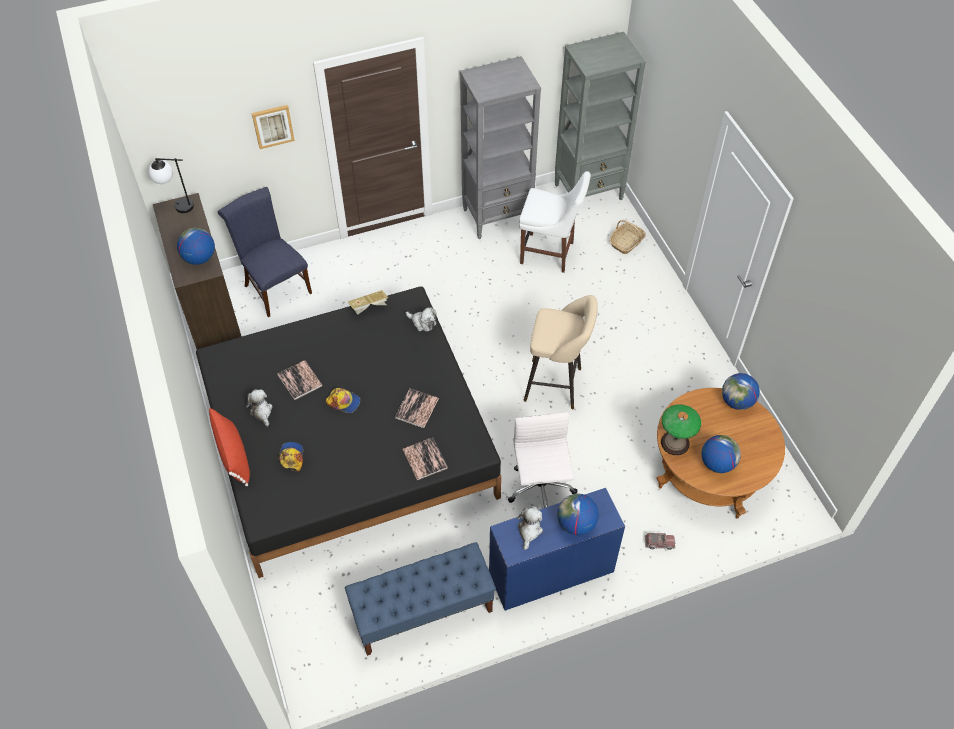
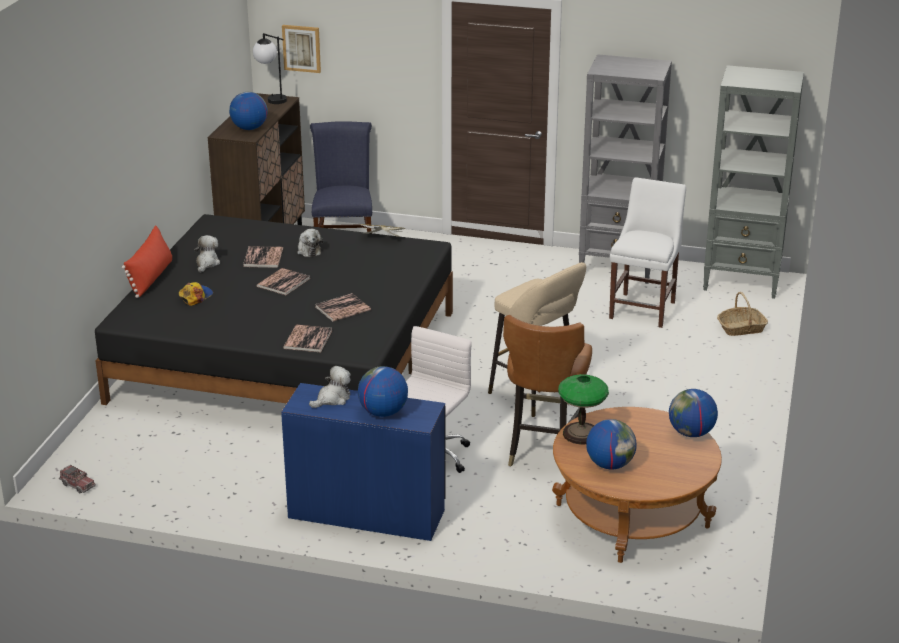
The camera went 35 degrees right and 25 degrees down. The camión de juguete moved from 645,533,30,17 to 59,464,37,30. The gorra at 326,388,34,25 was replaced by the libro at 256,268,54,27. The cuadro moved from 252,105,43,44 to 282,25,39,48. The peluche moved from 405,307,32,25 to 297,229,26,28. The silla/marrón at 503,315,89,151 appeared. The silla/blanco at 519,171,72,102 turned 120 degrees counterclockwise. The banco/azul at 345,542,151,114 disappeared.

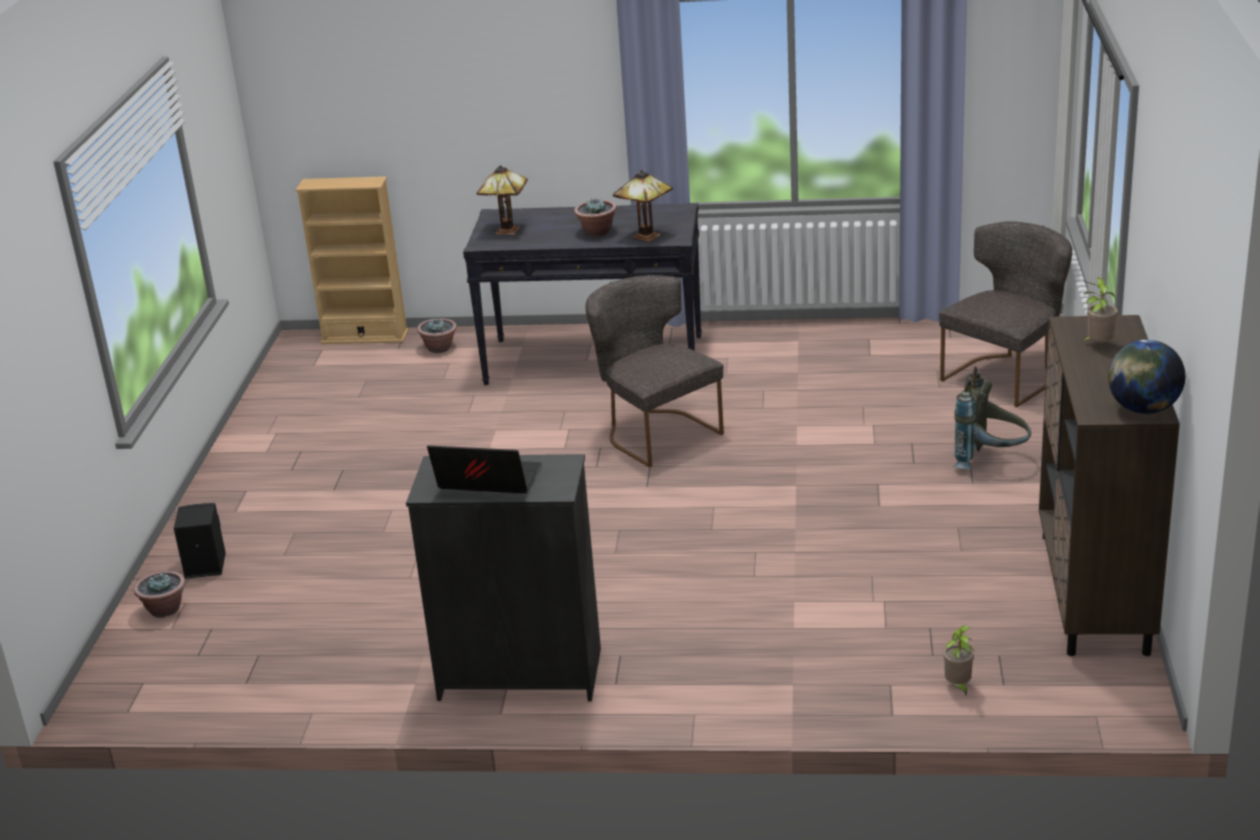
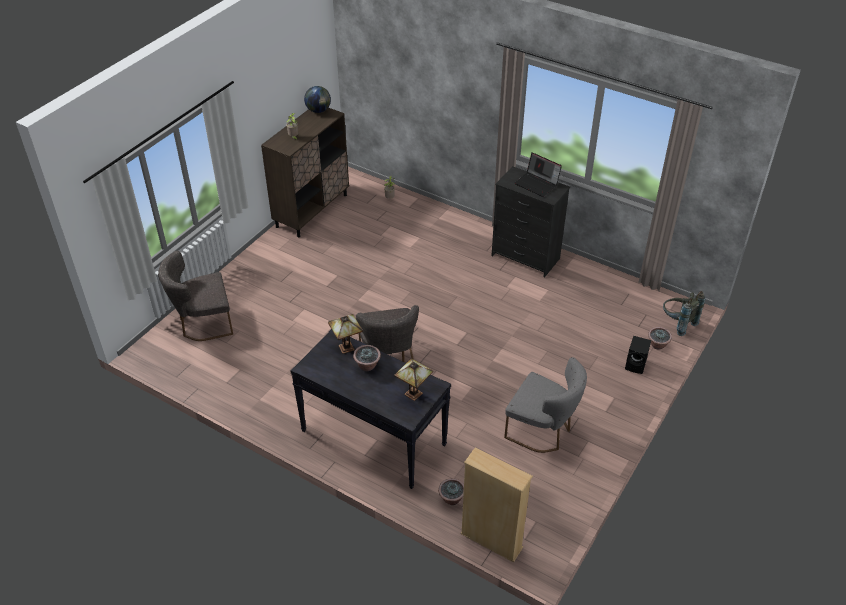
The camera went 155 degrees left and 15 degrees up. The silla/gris at 504,357,83,96 appeared. The mochila/gris moved from 954,366,77,103 to 663,291,42,45.

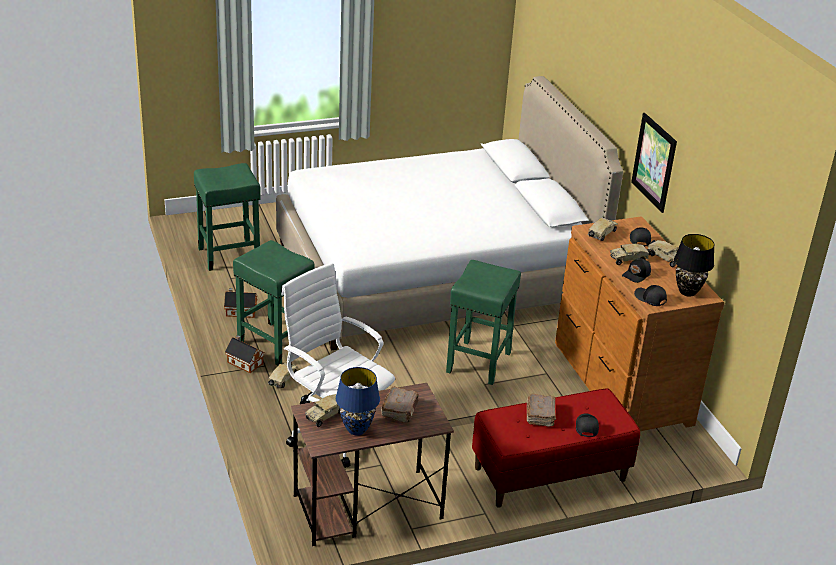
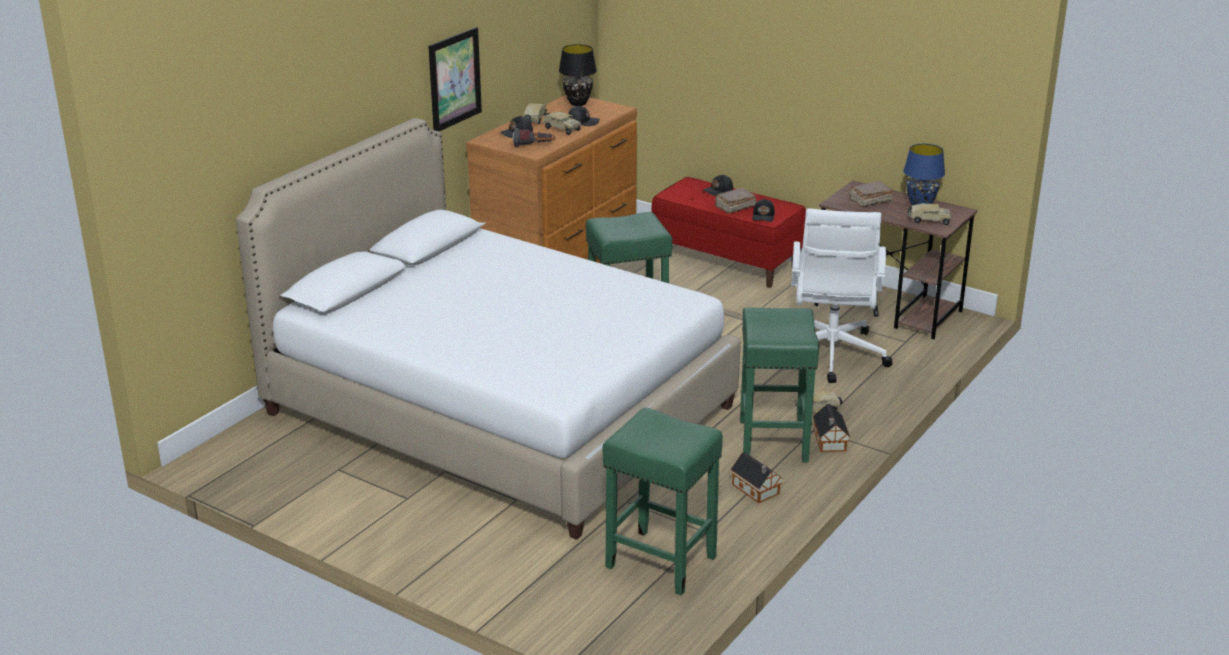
The camera went 125 degrees left and 5 degrees down. The camión de juguete at 588,218,30,23 was replaced by the linterna at 512,128,43,19. The gorra/negro moved from 634,285,33,21 to 753,199,22,23.

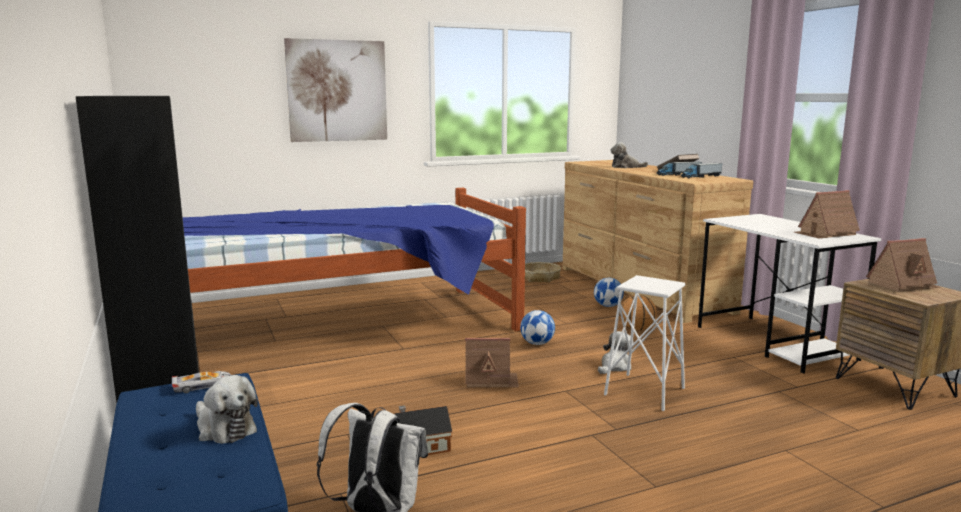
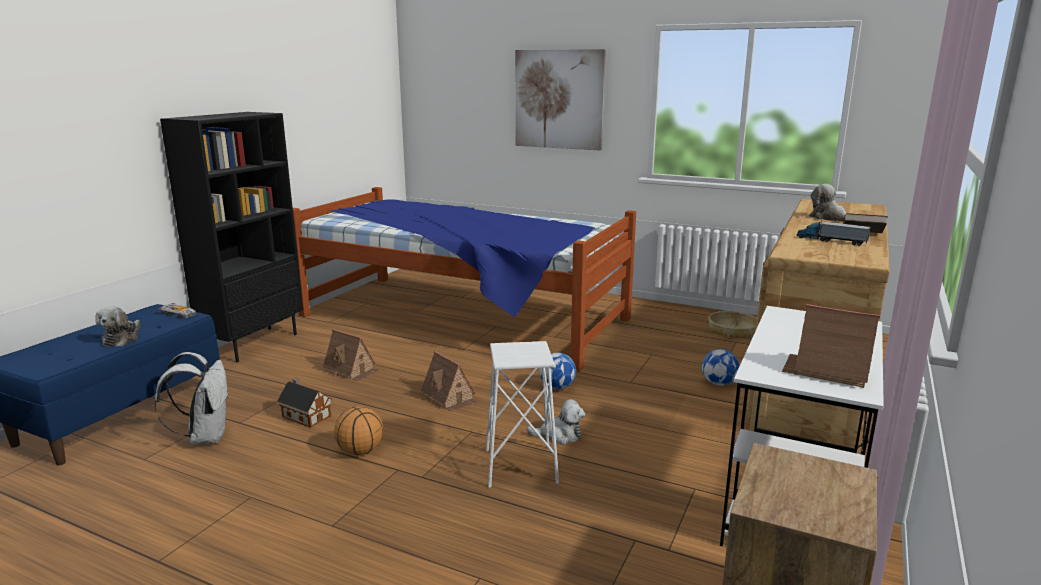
The camera went 50 degrees right and 5 degrees up. The casita moved from 866,238,74,54 to 323,329,56,52. The balón de baloncesto moved from 620,295,37,35 to 334,406,49,49. The camión de juguete at 681,163,42,15 disappeared.

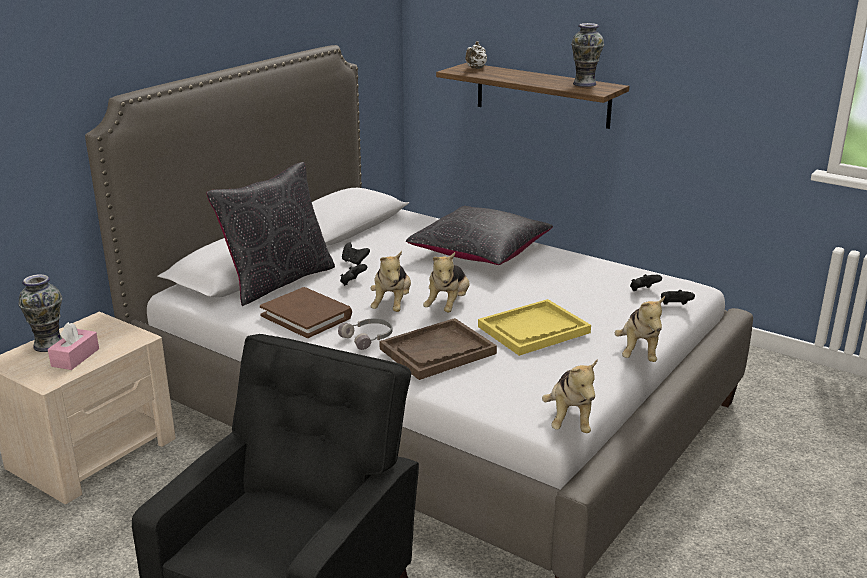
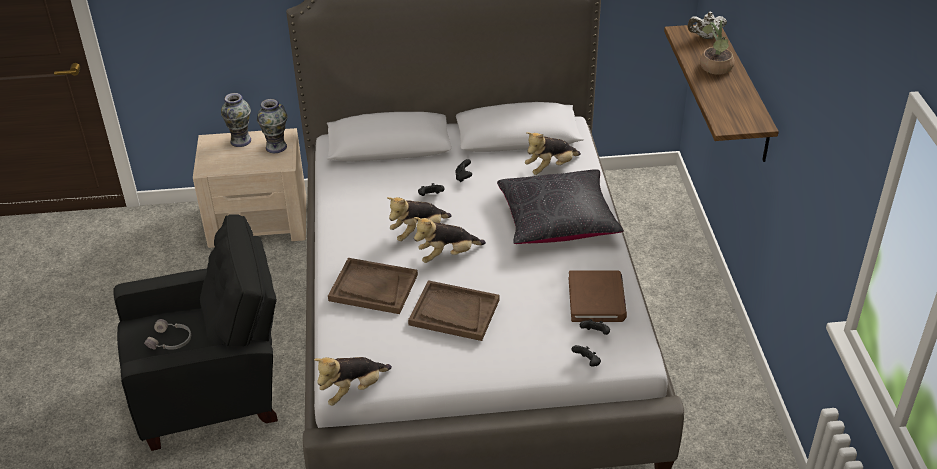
The camera went 50 degrees right and 15 degrees up. The auriculares/gris moved from 338,319,55,31 to 144,319,47,31. The florero moved from 571,23,33,64 to 257,99,31,54. The bandeja/amarillo at 478,299,113,57 became the bandeja/marrón at 408,280,91,61. The peluche moved from 615,296,50,66 to 525,132,56,43. The libro/marrón moved from 260,287,92,51 to 569,271,58,51. The planta en maceta at 700,20,34,55 appeared. The caja de pañuelos/rosa at 48,322,51,48 disappeared. The cojín/negro at 206,162,129,144 disappeared.

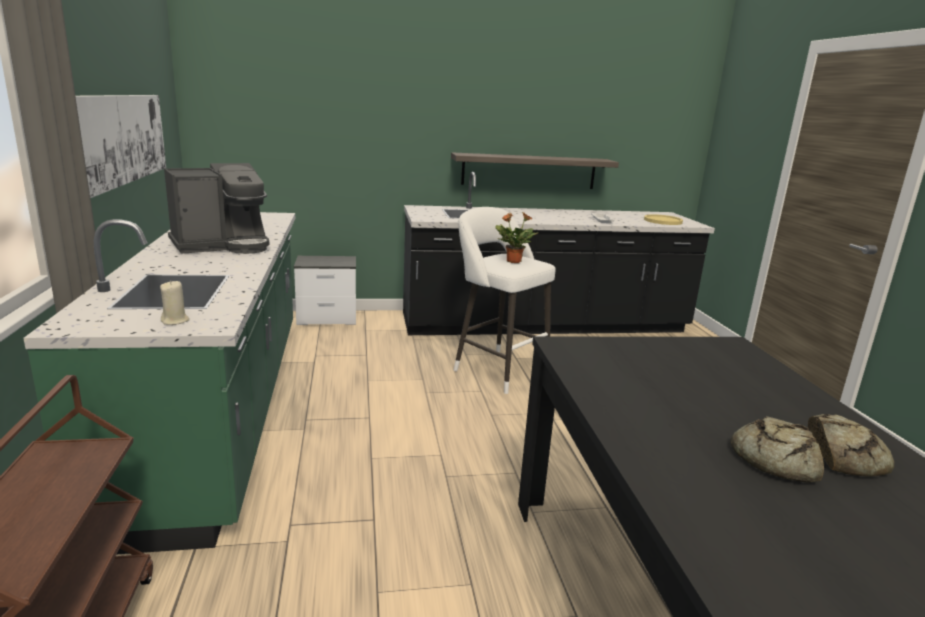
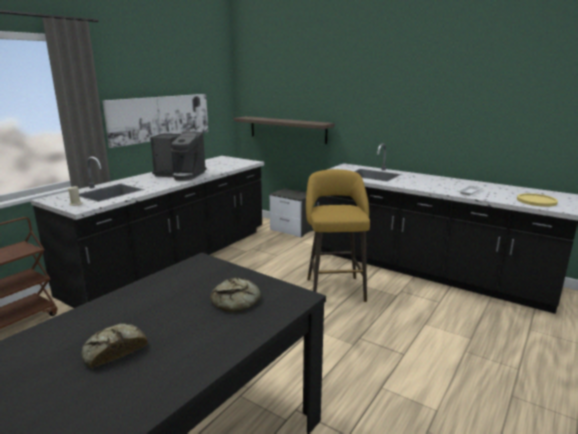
The camera went 45 degrees right and 0 degrees up. The mueble bajo de cocina/verde at 23,212,272,342 became the mueble bajo de cocina/negro at 31,156,233,152. The pan moved from 808,414,87,63 to 210,278,51,34. The estante moved from 451,152,168,37 to 234,116,101,28. The taburete/blanco at 454,207,102,187 became the taburete/amarillo at 306,169,64,133. The planta en maceta at 495,212,43,51 disappeared.

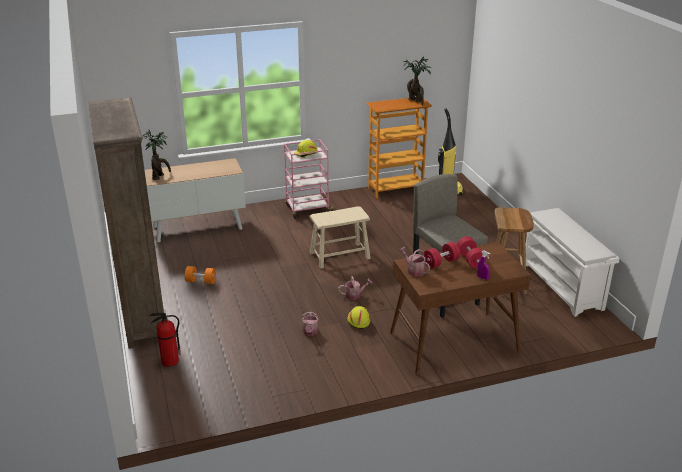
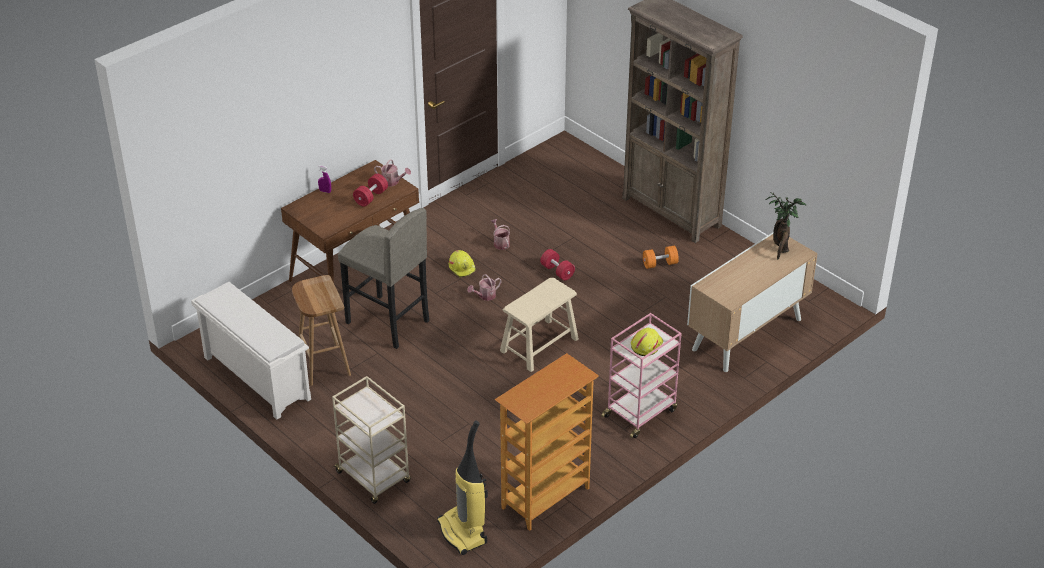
The camera went 155 degrees right and 10 degrees up. The carrito/beis at 332,376,79,128 appeared. The mancuerna/rojo moved from 457,236,30,32 to 540,249,35,31. The extintor at 150,313,31,54 disappeared. The planta en maceta at 403,57,28,48 disappeared.

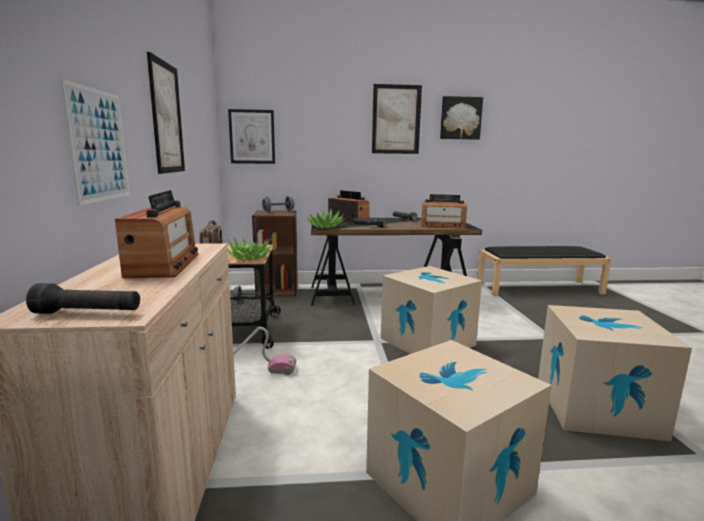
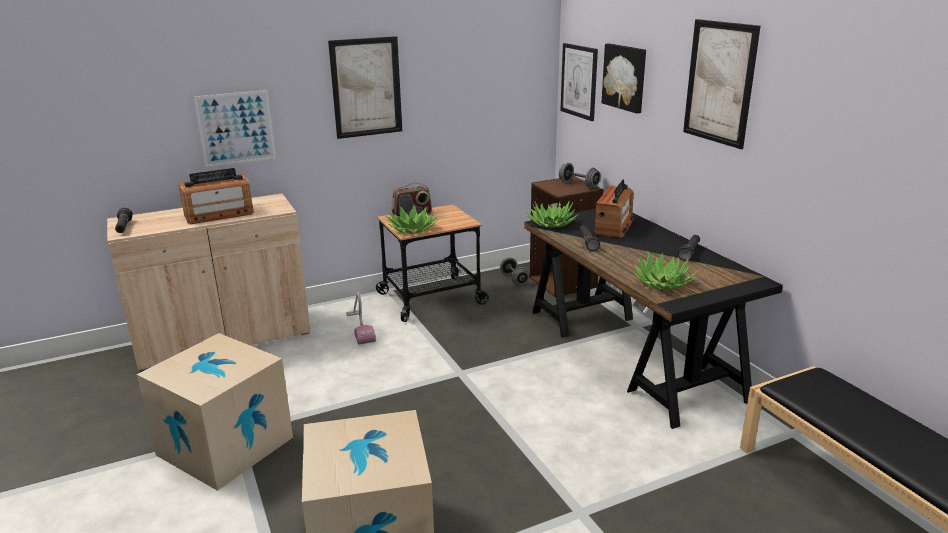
The camera went 70 degrees right and 10 degrees up. The cuadro moved from 440,96,43,44 to 601,43,45,70. The radio at 421,194,46,35 was replaced by the planta en maceta at 631,251,66,39. The caja de cartón at 381,266,101,88 disappeared.

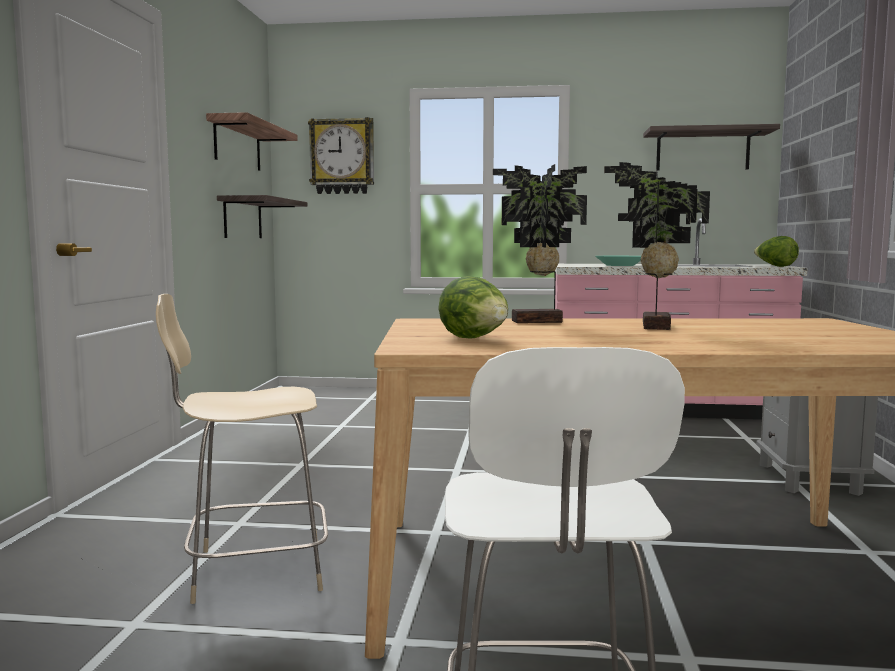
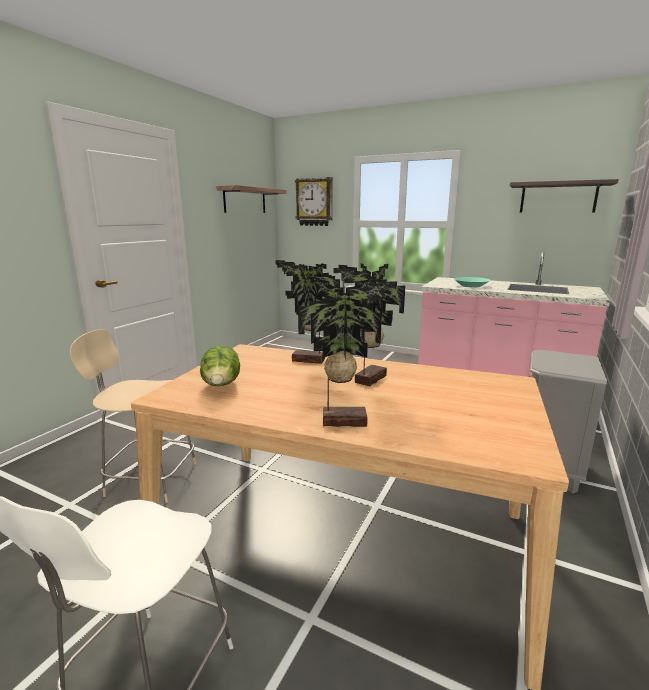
The camera went 20 degrees right and 10 degrees up. The planta en maceta at 298,275,96,152 appeared. The estante at 217,195,90,43 disappeared. The lechuga at 754,236,45,31 disappeared.

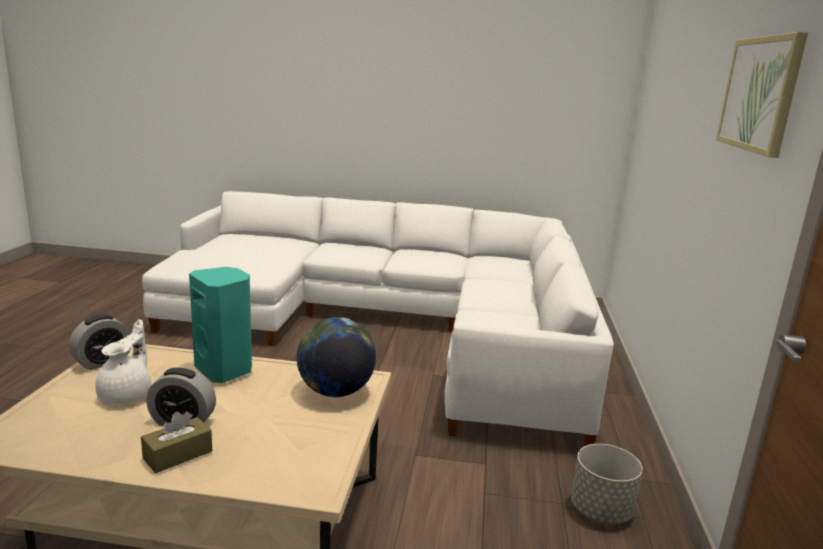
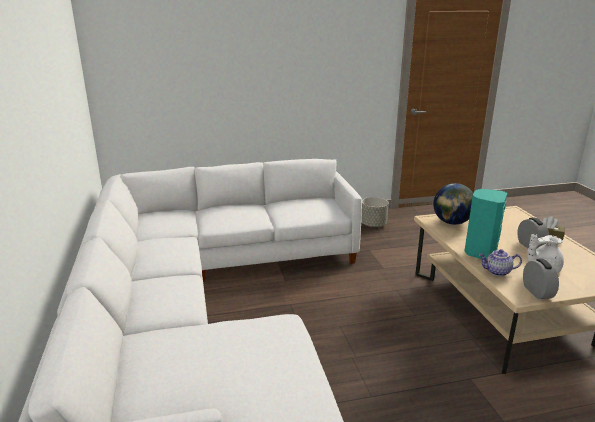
The camera went 110 degrees left and 5 degrees up. The tetera at 479,249,43,27 appeared. The despertador at 69,314,62,56 turned 60 degrees clockwise. The cuadro at 716,32,92,126 disappeared.

